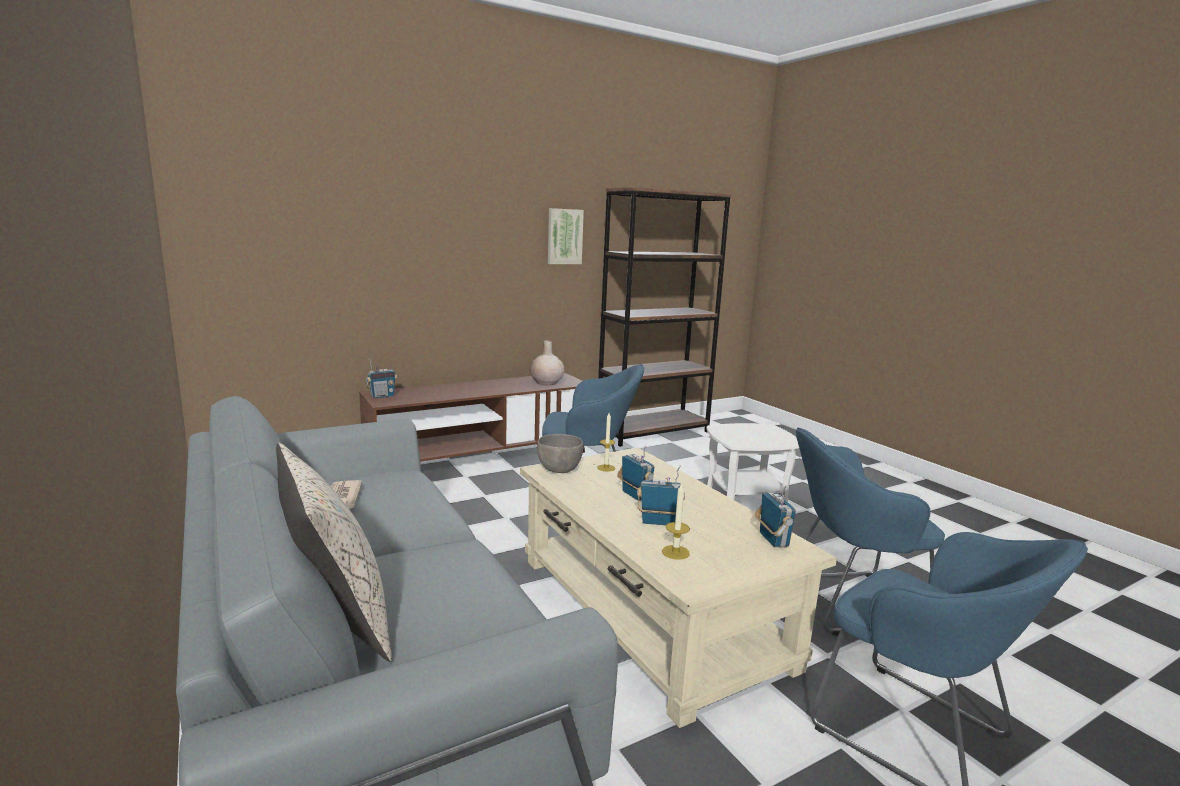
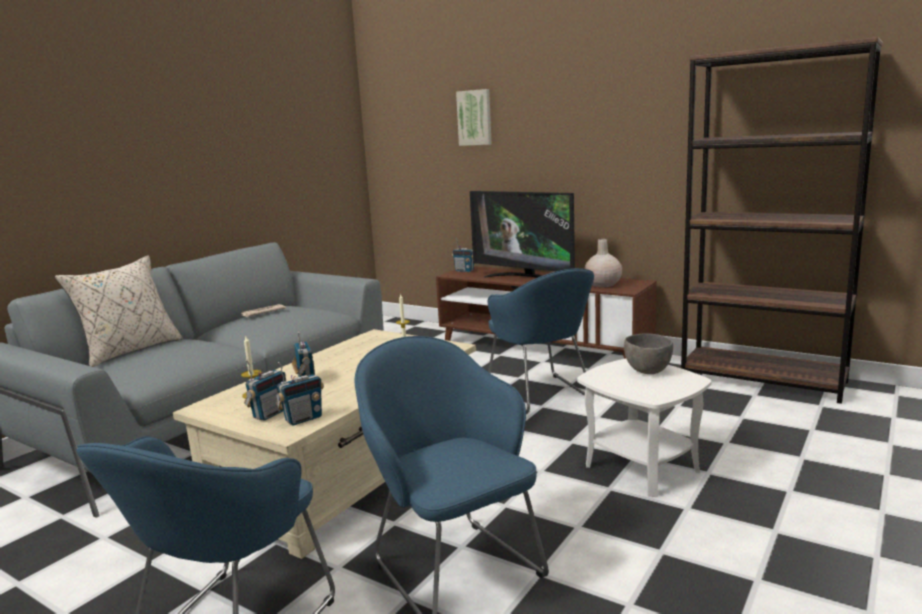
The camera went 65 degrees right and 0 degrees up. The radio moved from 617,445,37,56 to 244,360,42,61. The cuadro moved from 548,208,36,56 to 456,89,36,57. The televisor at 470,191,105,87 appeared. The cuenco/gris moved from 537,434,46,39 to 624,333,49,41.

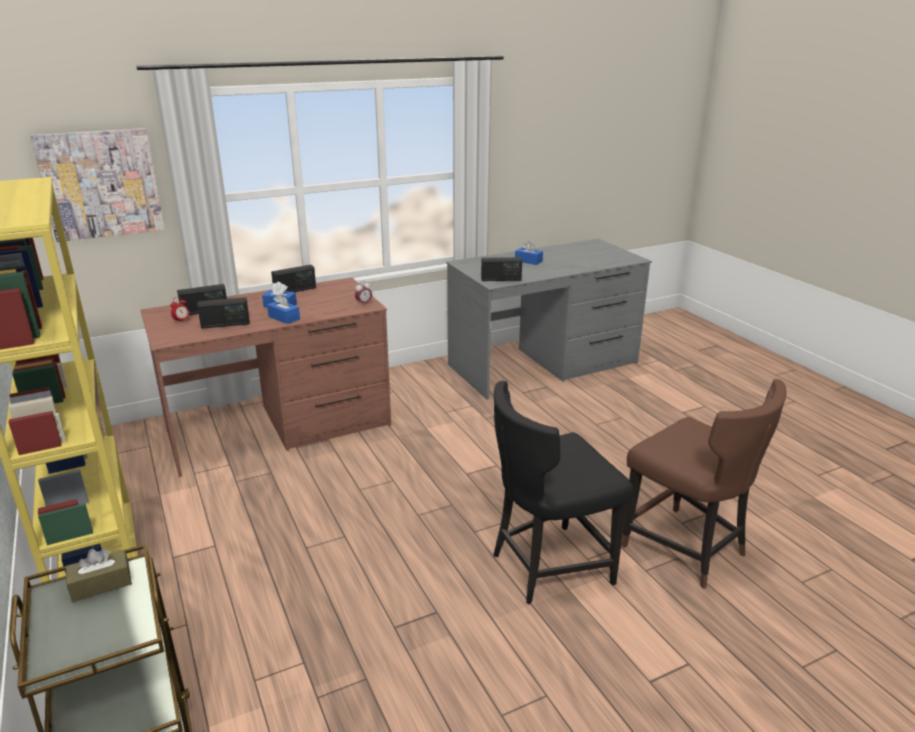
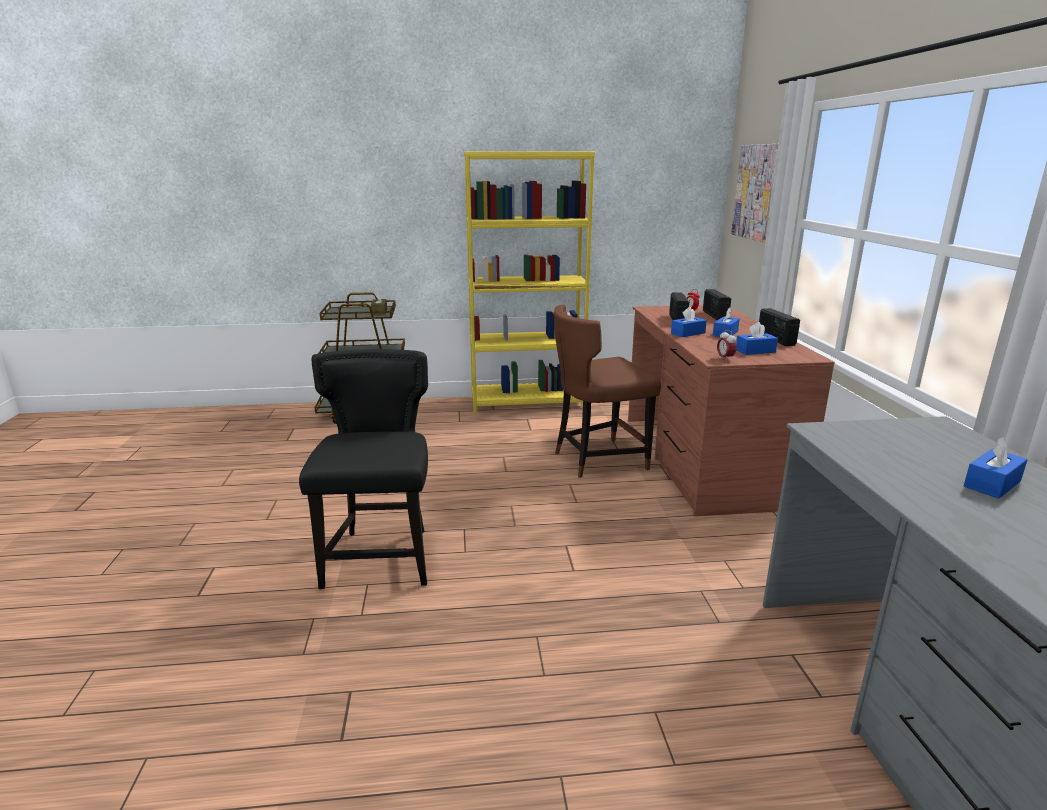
The camera went 110 degrees right and 5 degrees down. The silla/marrón moved from 621,379,165,210 to 554,304,107,174. The caja de pañuelos/azul at 736,322,42,33 appeared. The radio at 481,257,41,24 disappeared.

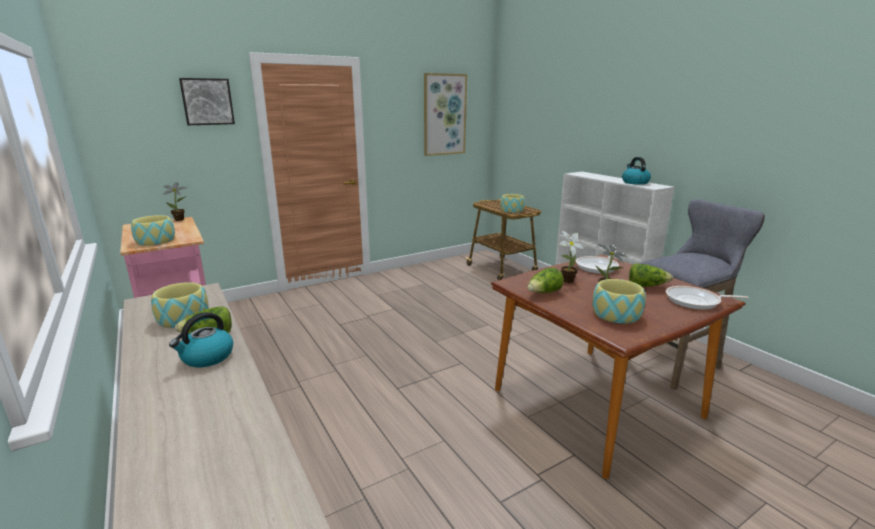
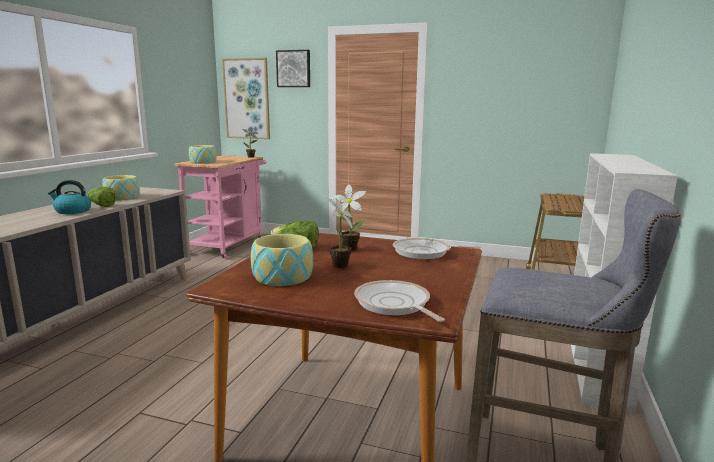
The camera went 50 degrees right and 5 degrees down. The cuadro moved from 424,73,43,83 to 222,58,48,81. The cuenco at 500,194,25,19 disappeared. The hervidor at 622,157,29,28 disappeared. The lechuga at 629,263,44,24 disappeared.

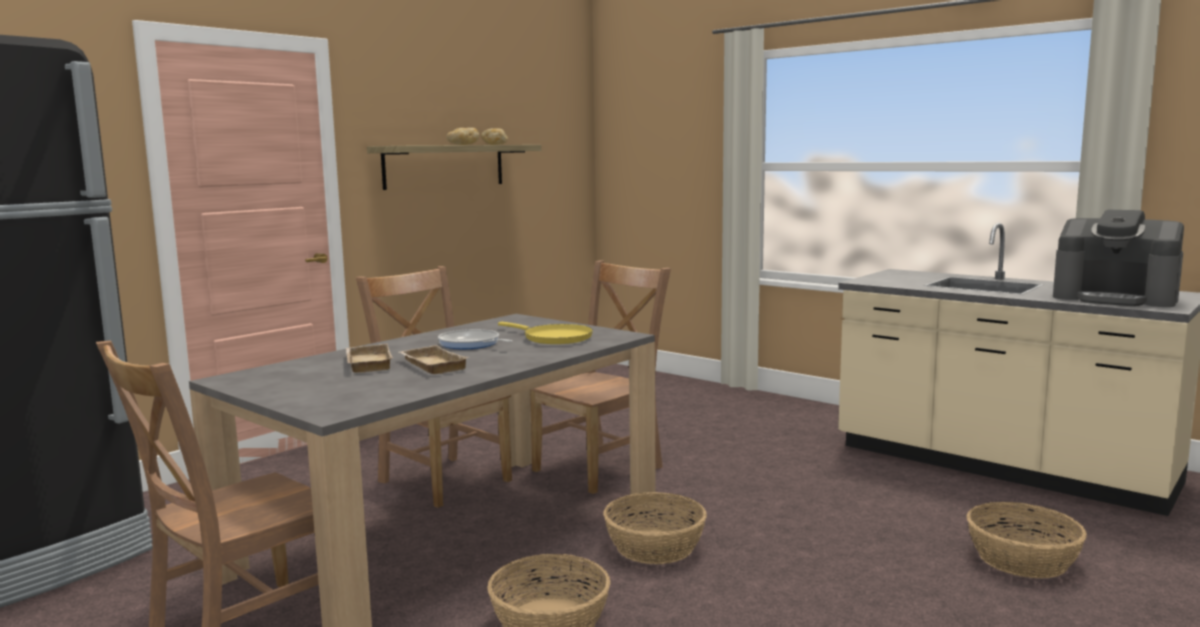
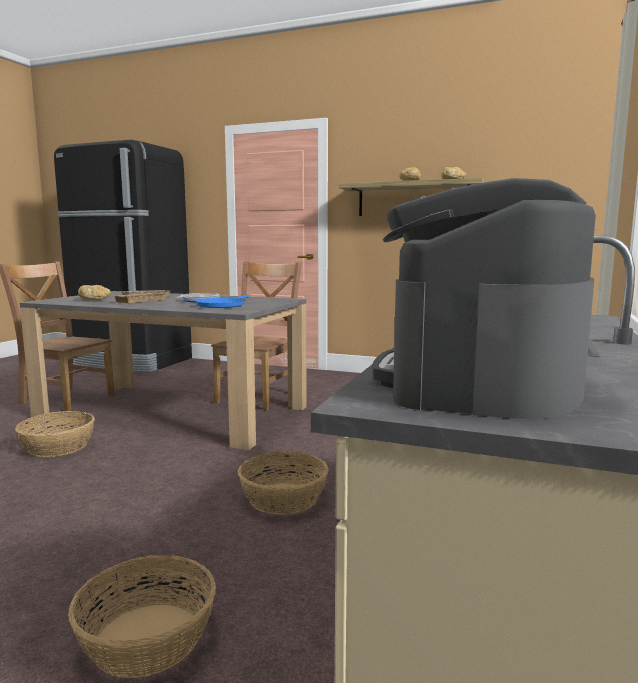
The camera went 70 degrees right and 0 degrees up. The pan at 78,285,33,15 appeared. The sartén/amarillo at 498,322,95,22 became the sartén/azul at 196,295,54,13. The cesta moved from 603,492,104,72 to 238,451,90,64. The silla/marrón at 530,260,141,234 disappeared.

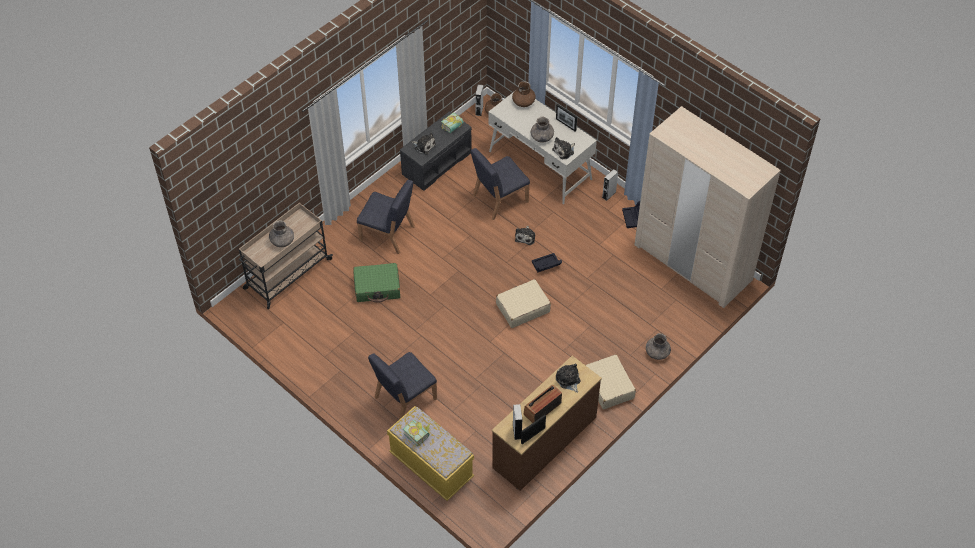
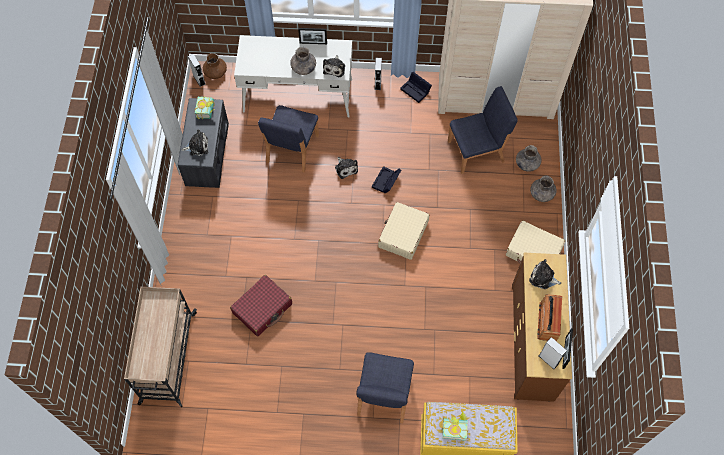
The camera went 40 degrees left and 10 degrees up. The maleta/verde at 353,263,47,40 became the maleta/rojo at 230,275,62,61. The silla/azul moved from 357,180,58,74 to 448,86,70,88. The florero/gris moved from 269,220,25,27 to 516,145,25,27. The florero/marrón at 512,81,24,26 disappeared.

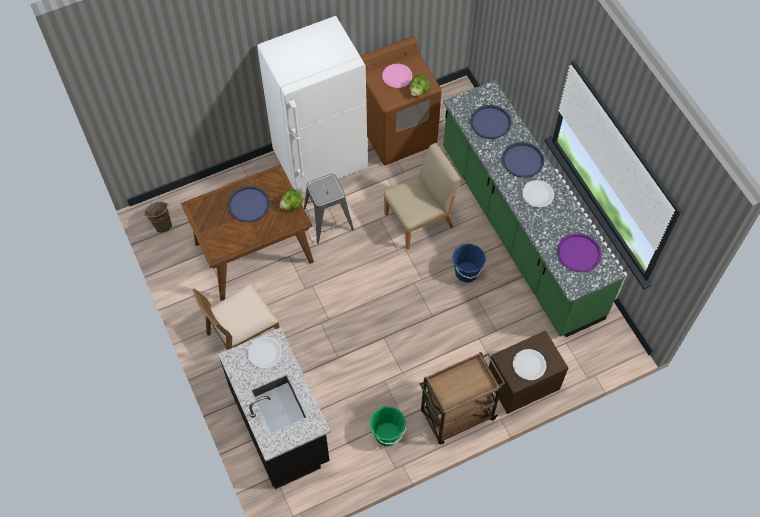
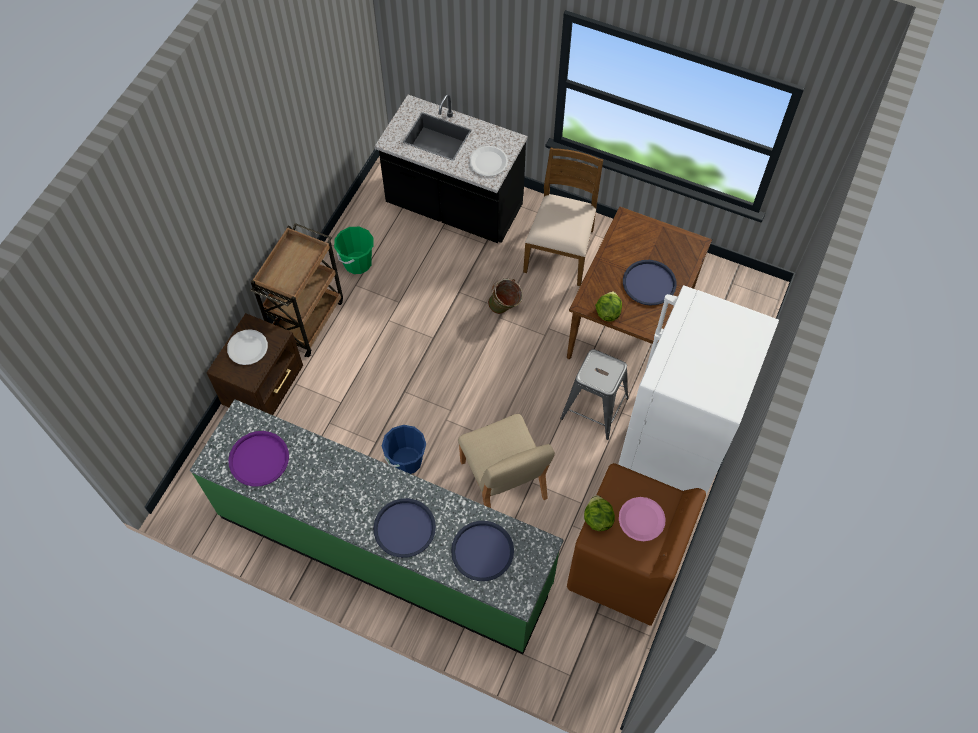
The camera went 140 degrees right and 0 degrees up. The silla/beis at 384,143,77,107 turned 45 degrees counterclockwise. The cubo/verde moved from 144,202,28,31 to 488,278,35,36. The plato/blanco at 522,180,32,28 disappeared.

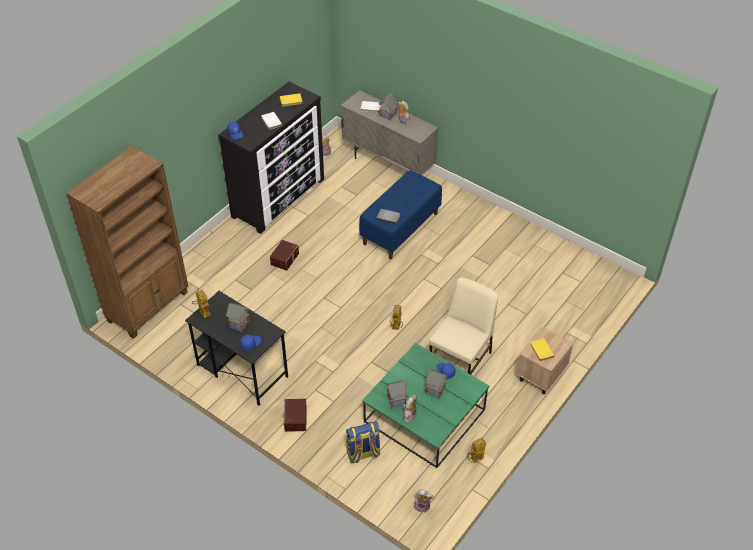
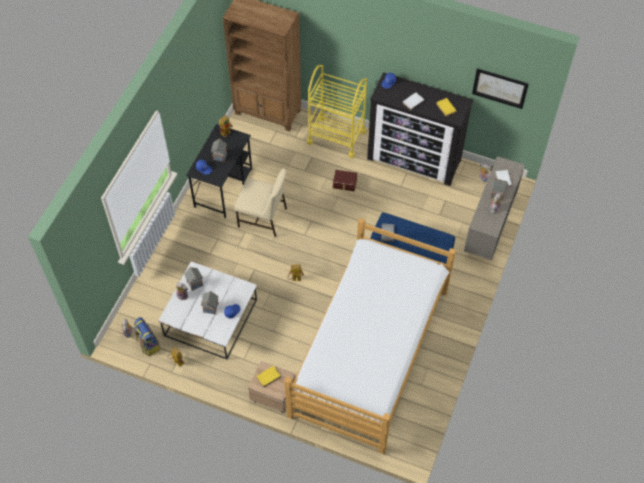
The camera went 75 degrees right and 10 degrees up. The mochila moved from 346,421,34,42 to 134,317,26,39. The mesa de centro/verde at 362,343,127,125 became the mesa de centro/blanco at 158,261,99,98. The silla/beis moved from 429,277,69,98 to 235,168,52,69. The cama at 284,218,172,236 appeared. The carrito/amarillo at 307,65,60,93 appeared. The cuadro at 472,68,57,41 appeared. The caja de almacenaje/marrón at 283,399,24,33 disappeared.

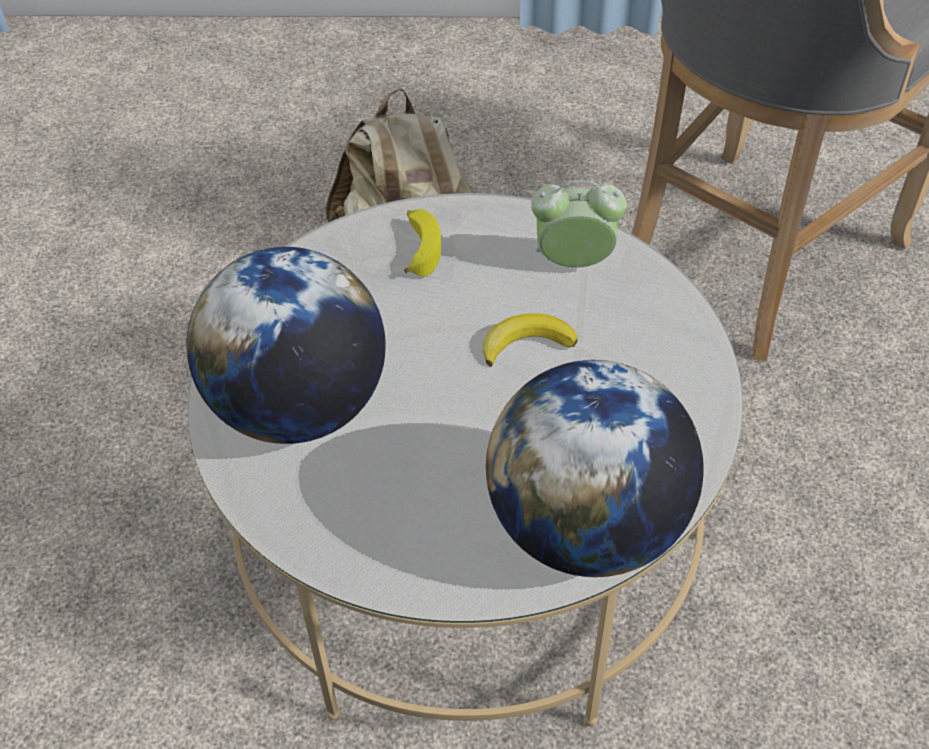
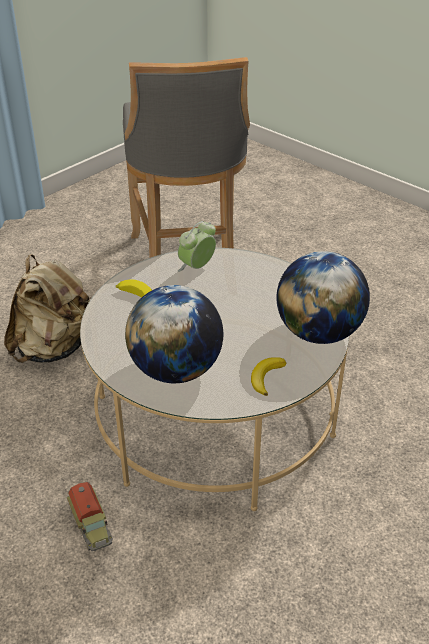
The camera went 50 degrees left and 10 degrees down. The camión de juguete at 67,482,46,69 appeared. The plátano moved from 483,313,95,54 to 251,357,35,39.

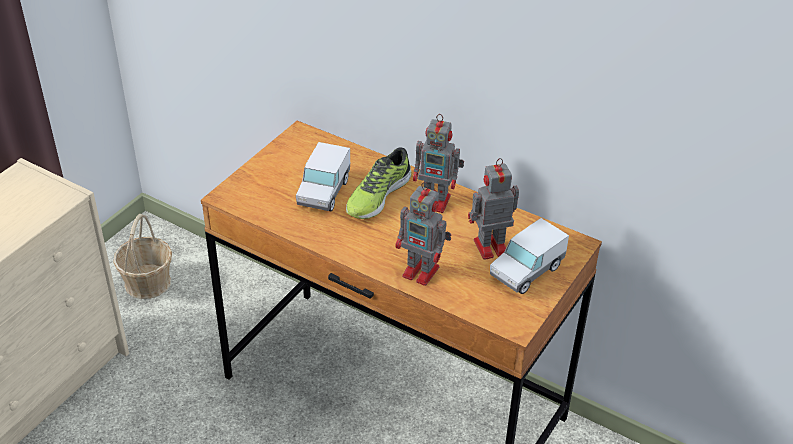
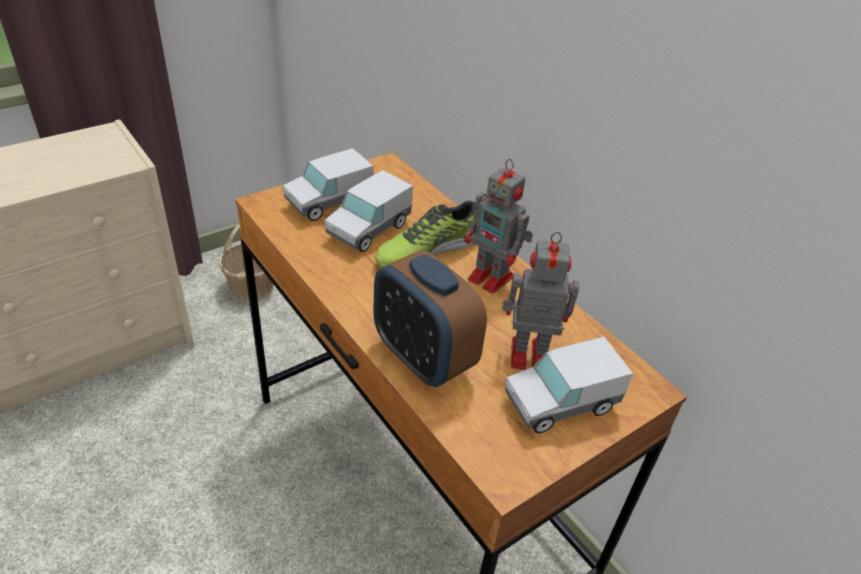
The camera went 20 degrees right and 0 degrees up. The camión de juguete at 283,148,91,73 appeared. The robot de juguete at 395,182,56,104 was replaced by the despertador at 373,250,114,137.

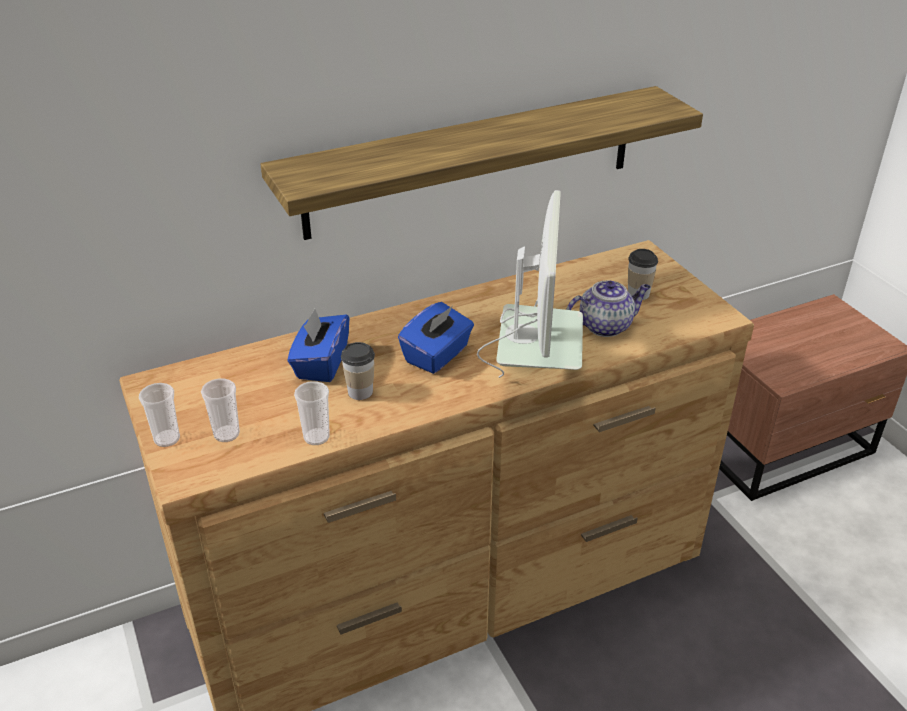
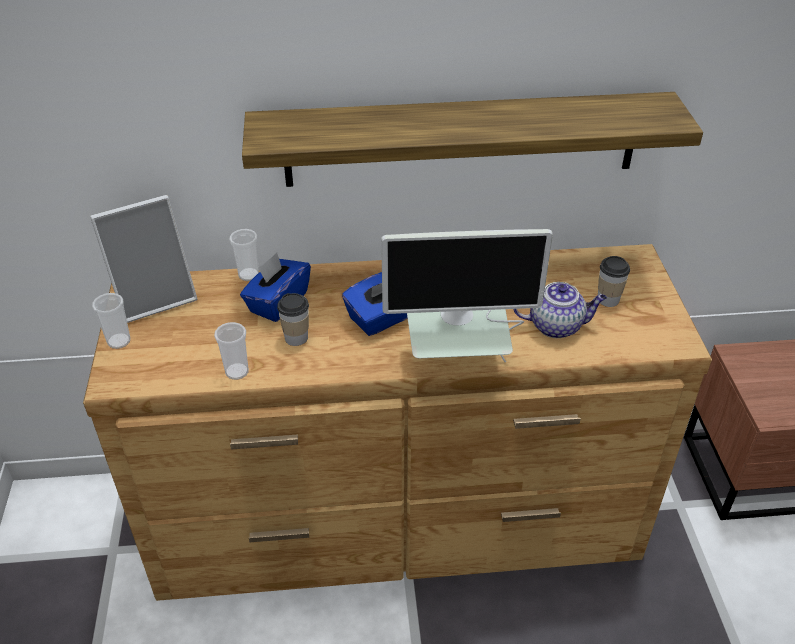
The camera went 20 degrees right and 5 degrees up. The portarretratos at 90,195,107,128 appeared. The taza moved from 201,378,39,64 to 229,229,30,52. The monitor at 477,190,106,188 turned 60 degrees clockwise.

